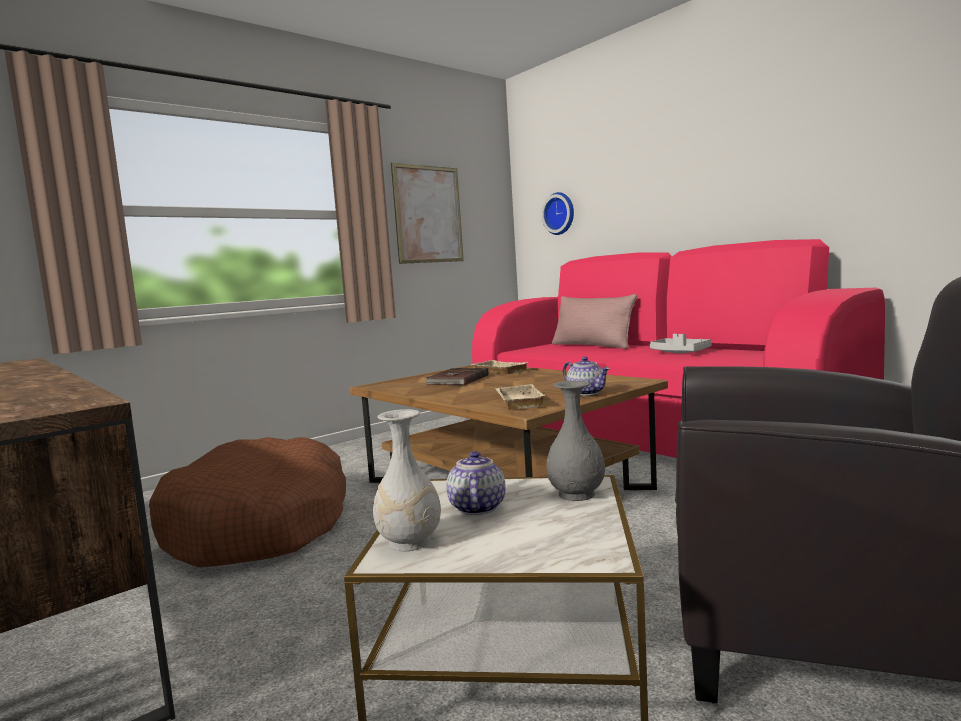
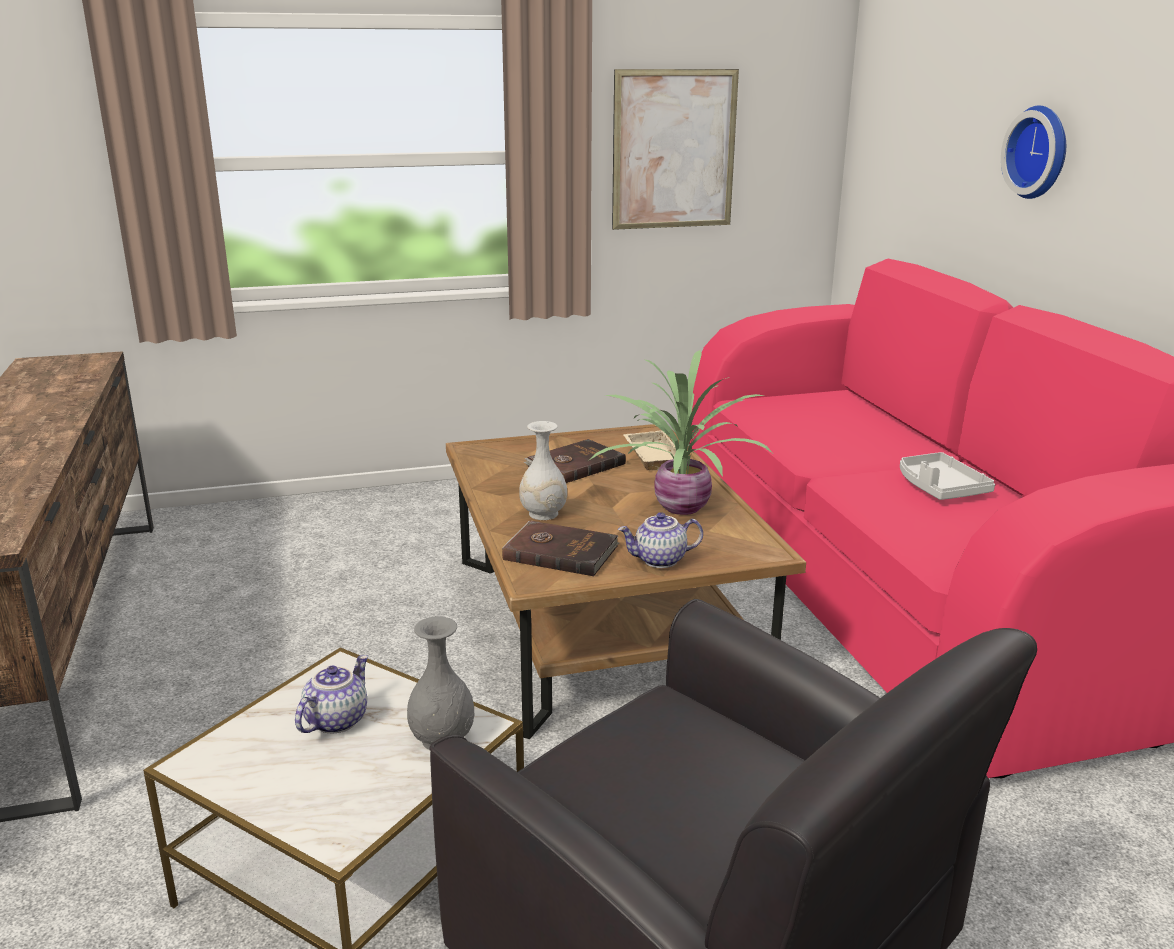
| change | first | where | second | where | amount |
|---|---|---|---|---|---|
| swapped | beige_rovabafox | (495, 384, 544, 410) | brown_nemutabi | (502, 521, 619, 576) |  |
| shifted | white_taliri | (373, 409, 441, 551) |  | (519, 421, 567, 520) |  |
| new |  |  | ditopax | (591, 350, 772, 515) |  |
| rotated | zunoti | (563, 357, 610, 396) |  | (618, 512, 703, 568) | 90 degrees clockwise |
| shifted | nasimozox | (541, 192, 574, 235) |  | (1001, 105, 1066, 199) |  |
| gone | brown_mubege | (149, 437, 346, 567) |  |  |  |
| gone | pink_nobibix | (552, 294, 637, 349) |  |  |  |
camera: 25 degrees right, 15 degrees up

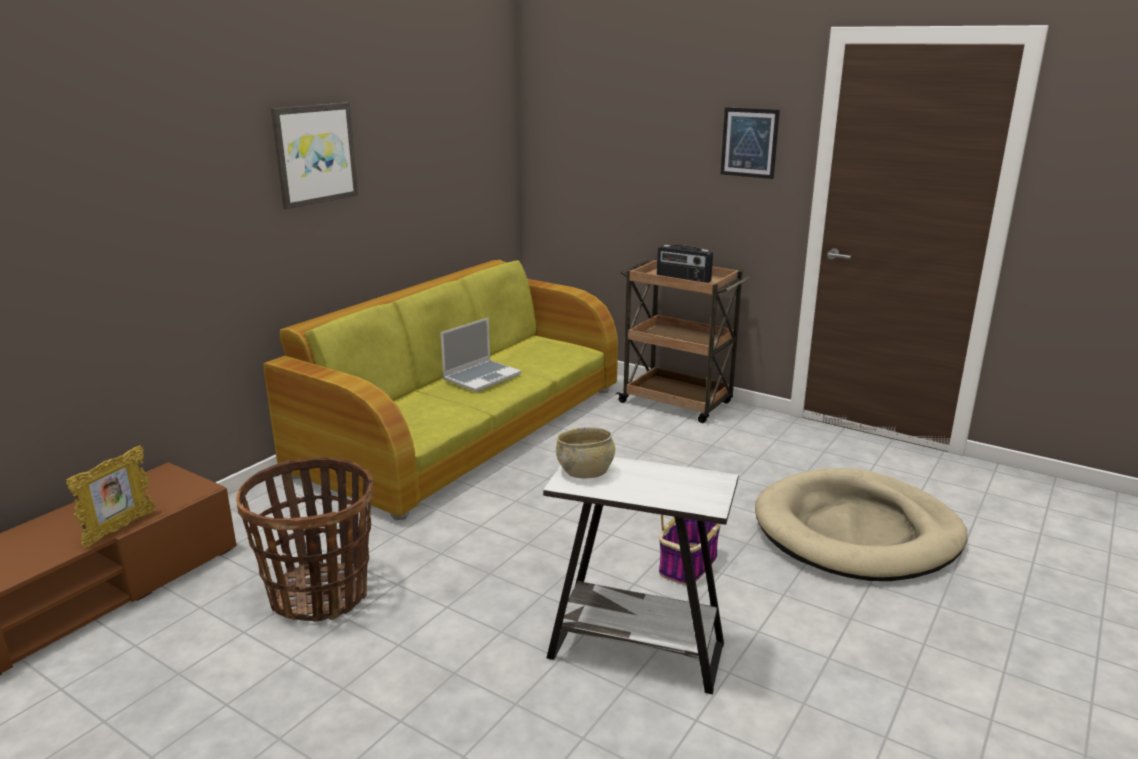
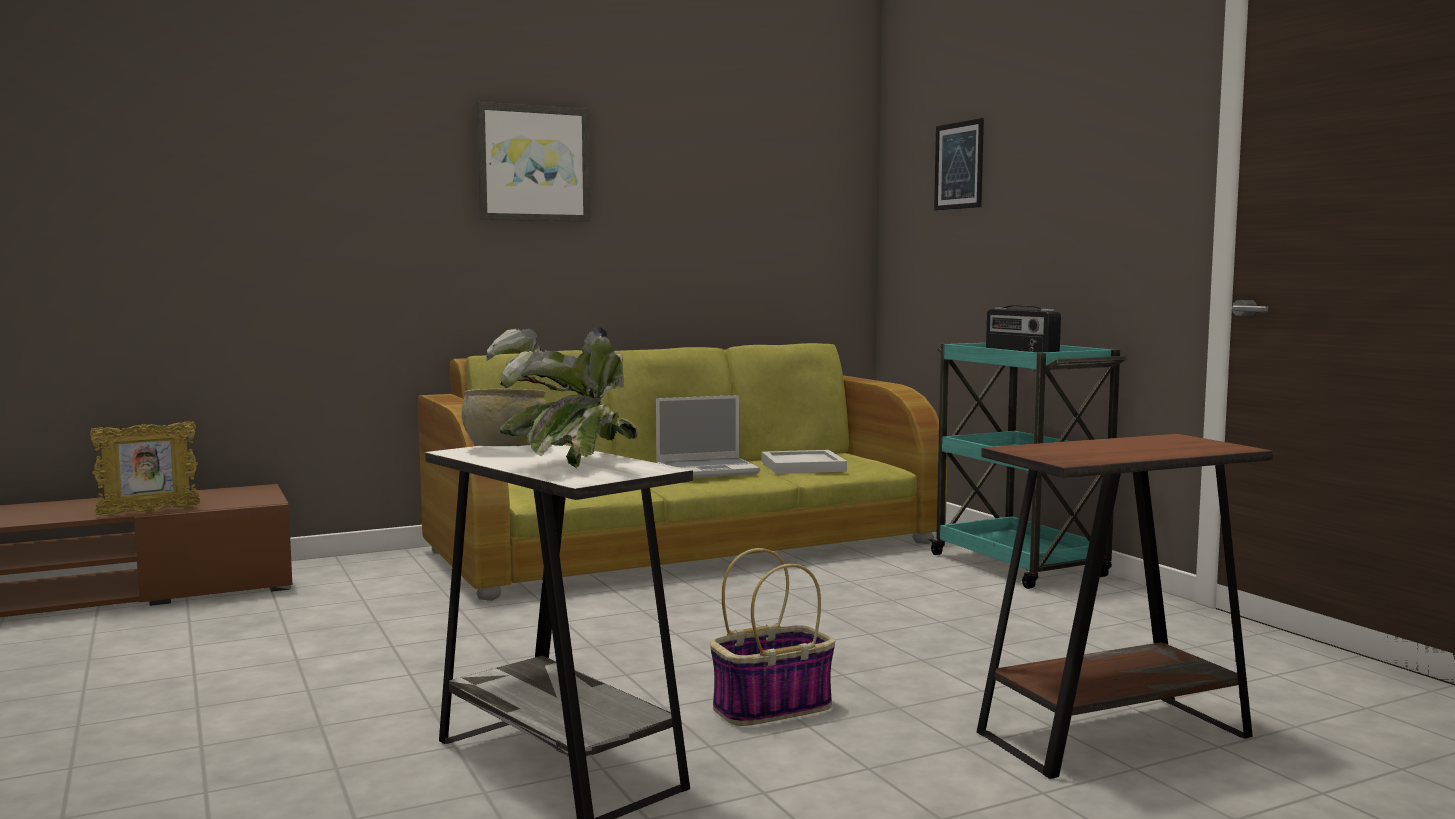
| change | first | where | second | where | amount |
|---|---|---|---|---|---|
| new |  |  | ditopax | (486, 327, 637, 468) |  |
| new |  |  | white_rovabafox | (761, 450, 847, 474) |  |
| repainted | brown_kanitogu | (616, 258, 750, 423) | turquoise_kanitogu | (928, 343, 1127, 589) |  |
| shifted | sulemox | (720, 107, 780, 179) |  | (934, 118, 984, 210) |  |
| swapped | beige_mubege | (755, 468, 968, 581) | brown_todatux | (977, 434, 1273, 779) |  |
| gone | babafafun | (236, 457, 374, 622) |  |  |  |
camera: 30 degrees right, 15 degrees down

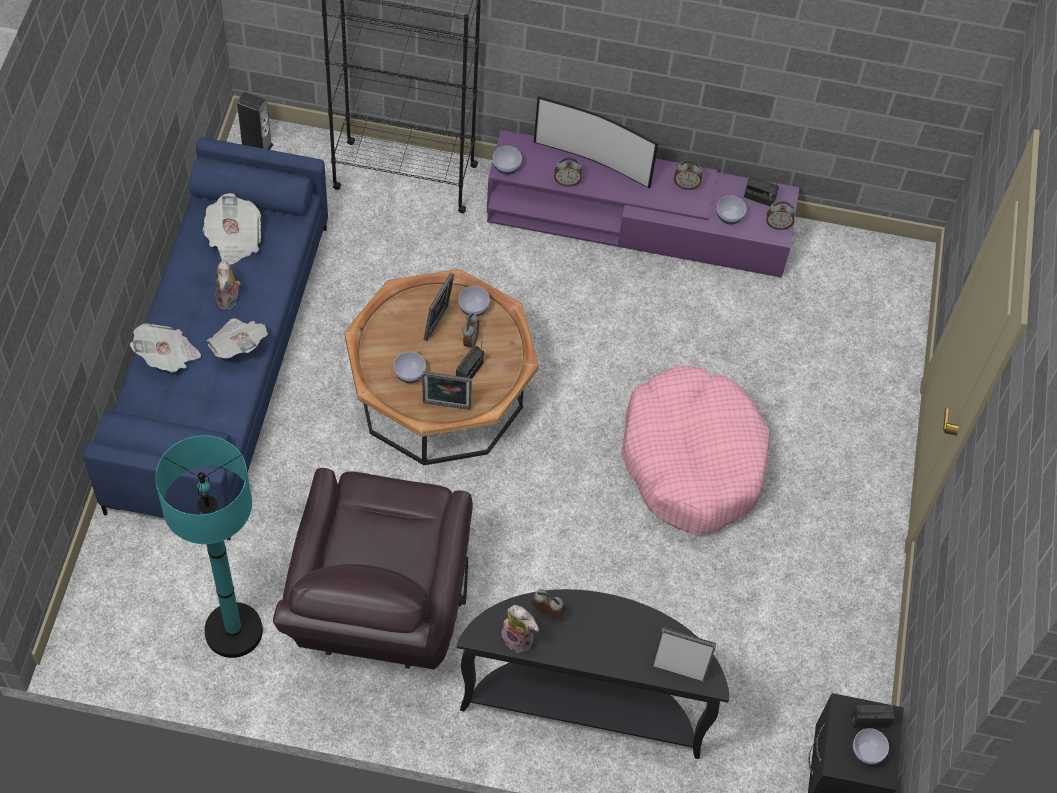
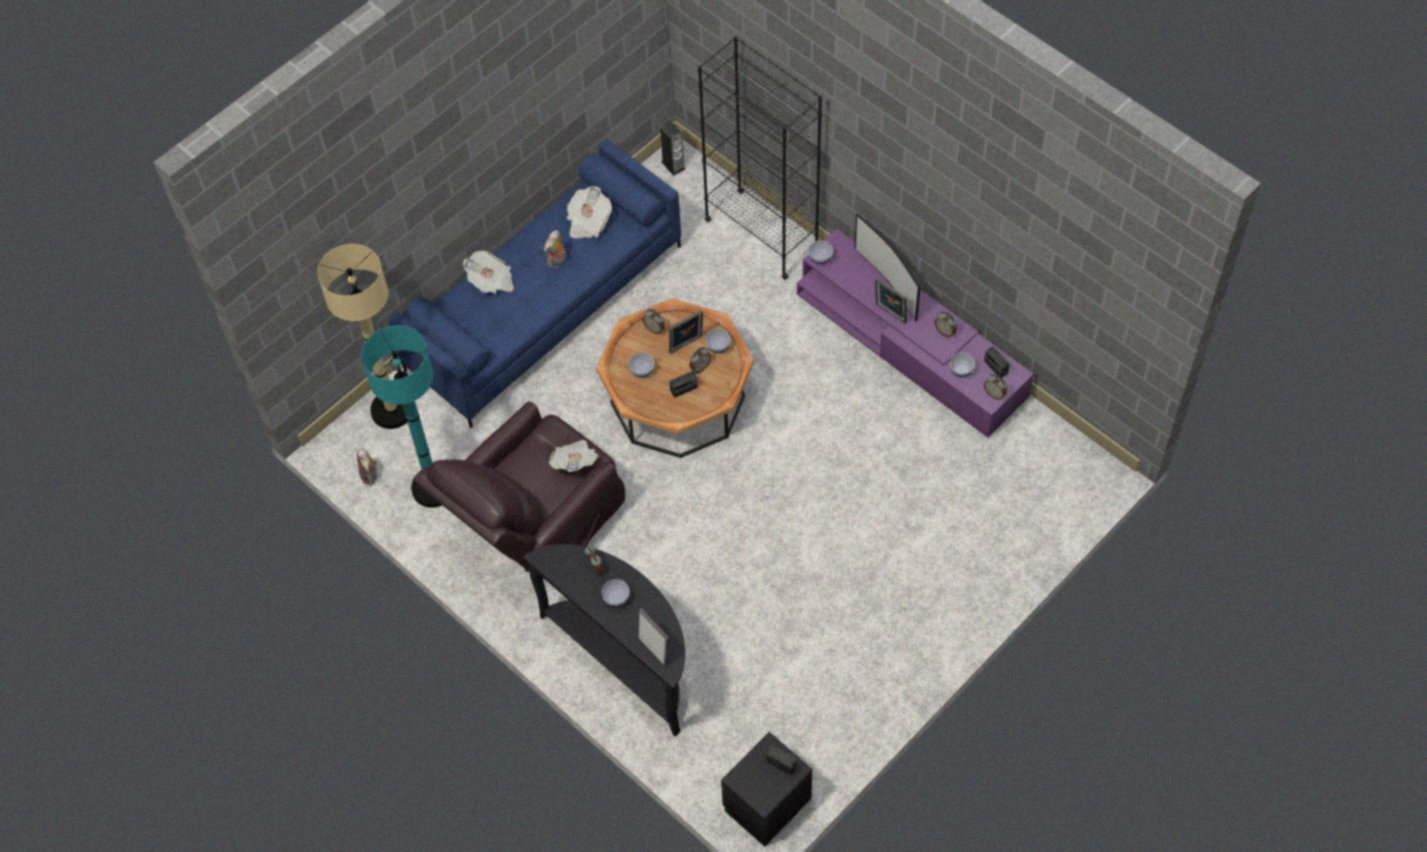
| change | first | where | second | where | amount |
|---|---|---|---|---|---|
| new |  |  | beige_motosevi | (317, 244, 407, 429) |  |
| shifted | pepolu | (501, 605, 539, 653) |  | (357, 448, 377, 485) |  |
| shifted | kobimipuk | (207, 318, 268, 358) |  | (549, 440, 599, 472) |  |
| shifted | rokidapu | (853, 728, 889, 765) |  | (602, 579, 629, 607) |  |
| shifted | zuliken | (554, 158, 582, 187) |  | (643, 309, 665, 334) |  |
| shifted | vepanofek | (422, 371, 472, 410) |  | (875, 278, 907, 324) |  |
| gone | pink_mubege | (621, 365, 770, 534) |  |  |  |
camera: 40 degrees right, 0 degrees up

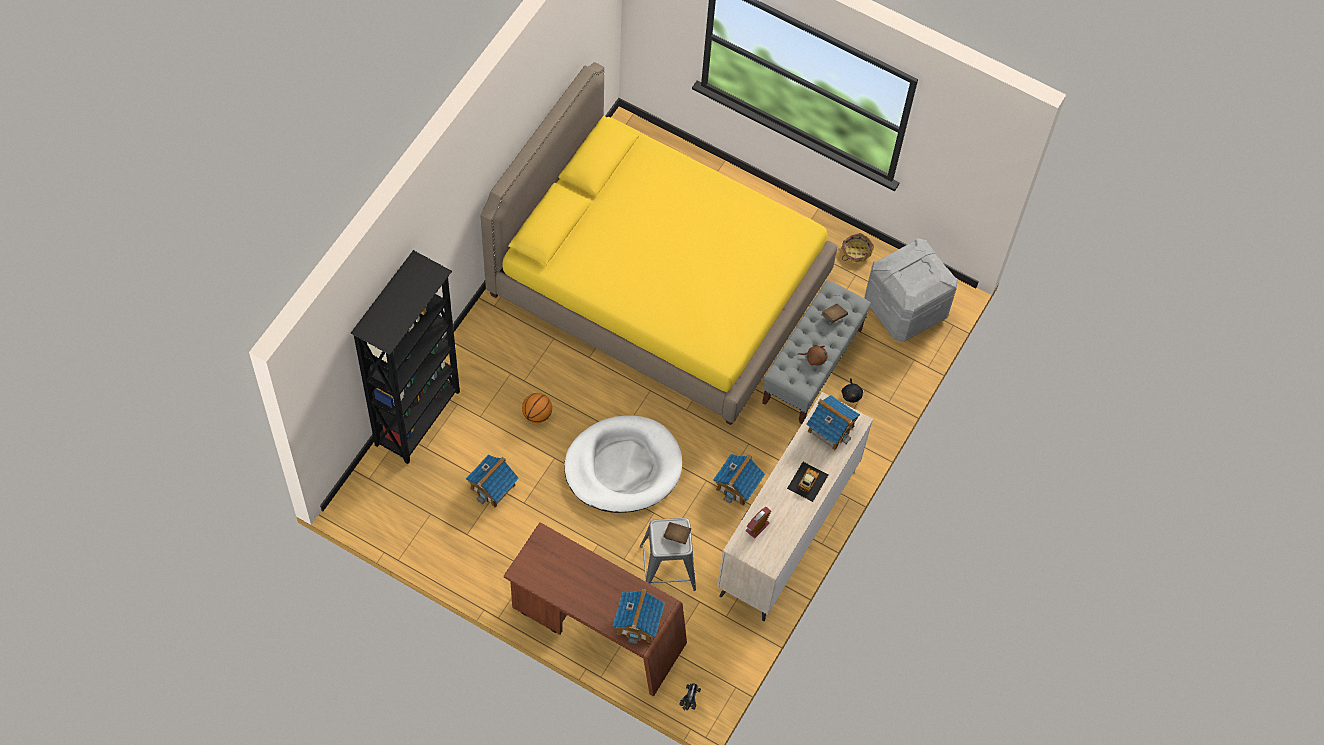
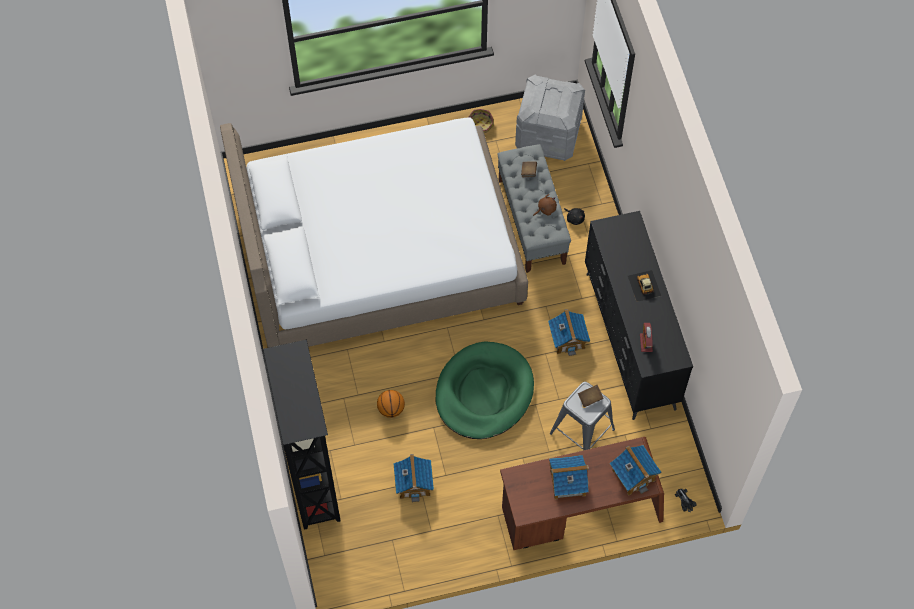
| change | first | where | second | where | amount |
|---|---|---|---|---|---|
| repainted | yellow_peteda | (480, 62, 837, 425) | white_peteda | (220, 118, 528, 348) |  |
| repainted | white_mubege | (564, 416, 682, 513) | green_mubege | (436, 341, 534, 439) |  |
| shifted | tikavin | (806, 395, 860, 450) |  | (549, 455, 589, 499) |  |
| repainted | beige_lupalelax | (717, 392, 873, 621) | black_lupalelax | (585, 211, 693, 420) |  |
camera: 40 degrees left, 0 degrees up

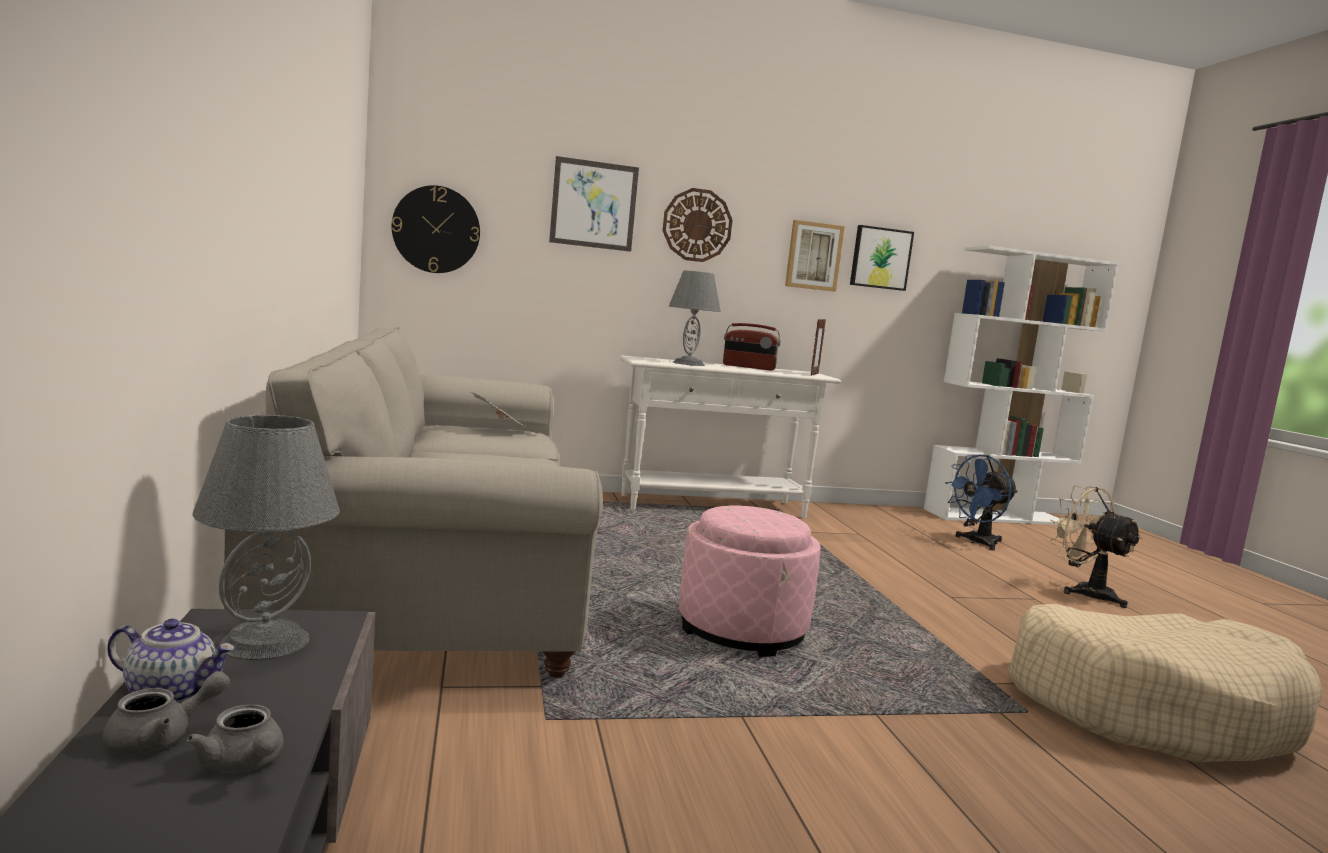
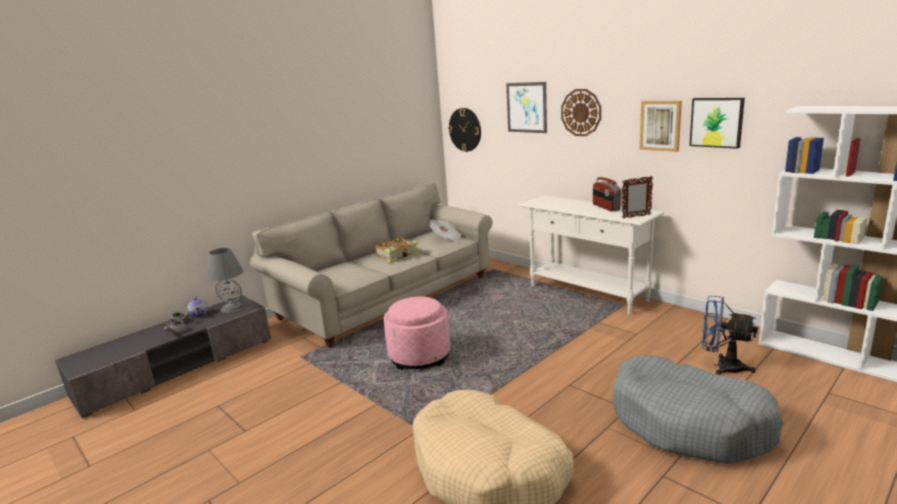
| change | first | where | second | where | amount |
|---|---|---|---|---|---|
| new |  |  | nemutabi | (375, 238, 419, 262) |  |
| swapped | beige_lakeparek | (1050, 485, 1142, 608) | grey_mubege | (613, 355, 784, 464) |  |
| gone | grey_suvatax | (669, 270, 721, 366) |  |  |  |
camera: 60 degrees right, 10 degrees up

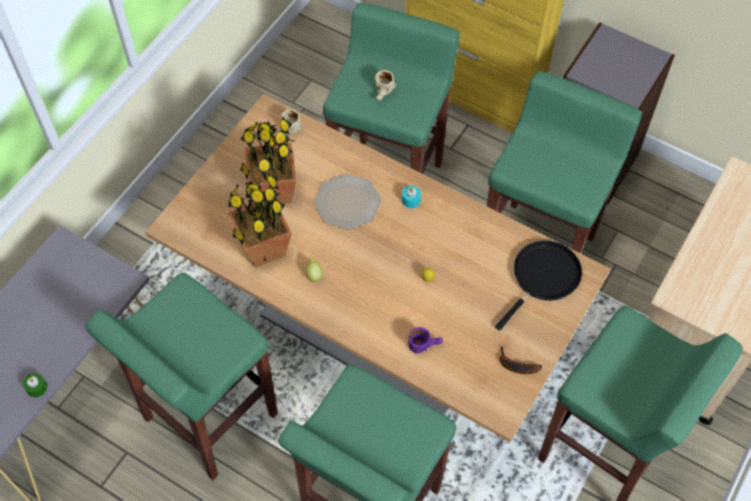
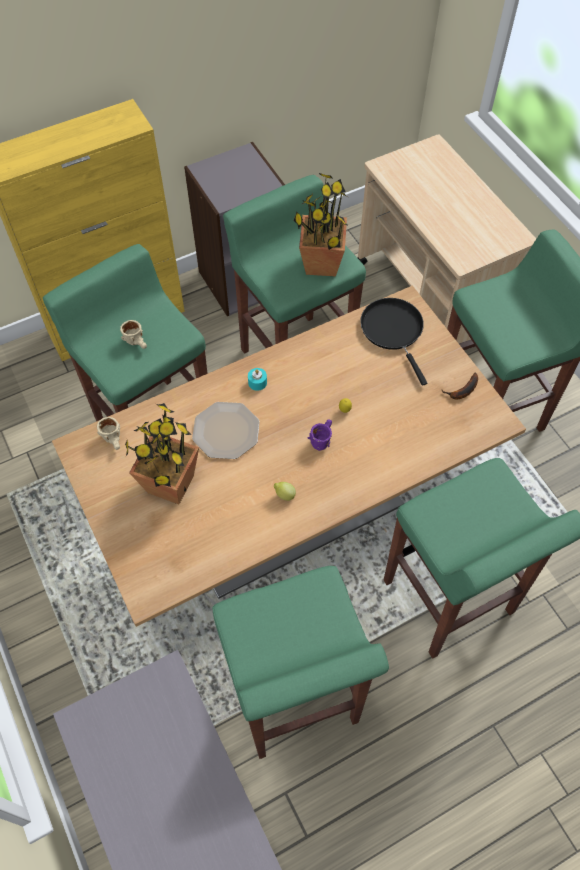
| change | first | where | second | where | amount |
|---|---|---|---|---|---|
| shifted | ditopax | (228, 173, 292, 268) |  | (293, 173, 349, 276) |  |
| shifted | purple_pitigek | (408, 327, 443, 354) |  | (308, 419, 332, 451) |  |
| gone | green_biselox | (23, 373, 47, 397) |  |  |  |
camera: 60 degrees left, 0 degrees up

